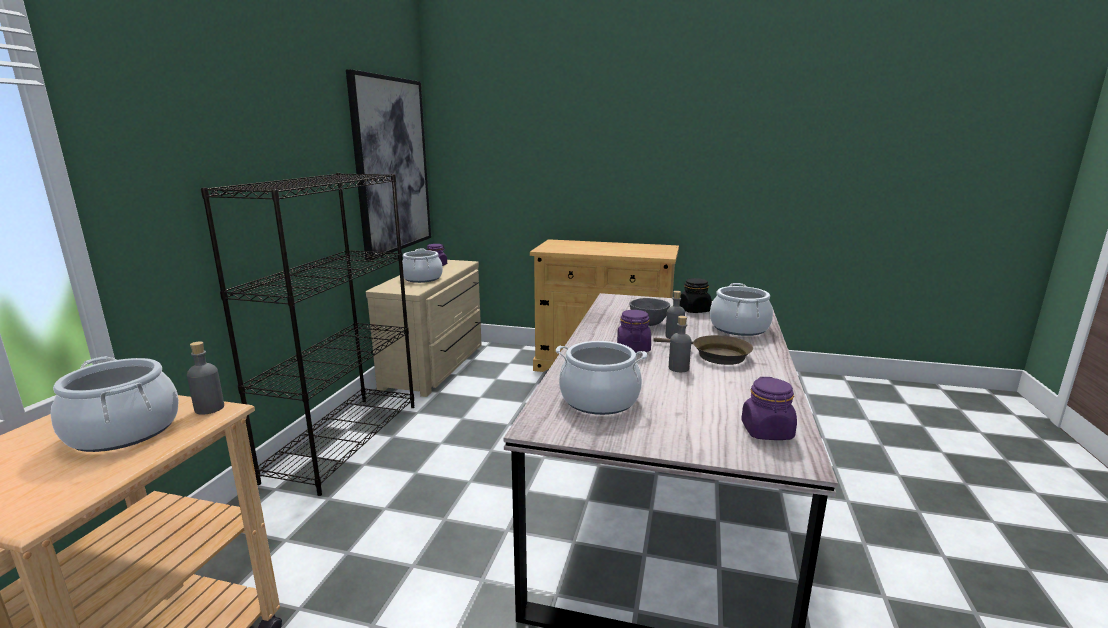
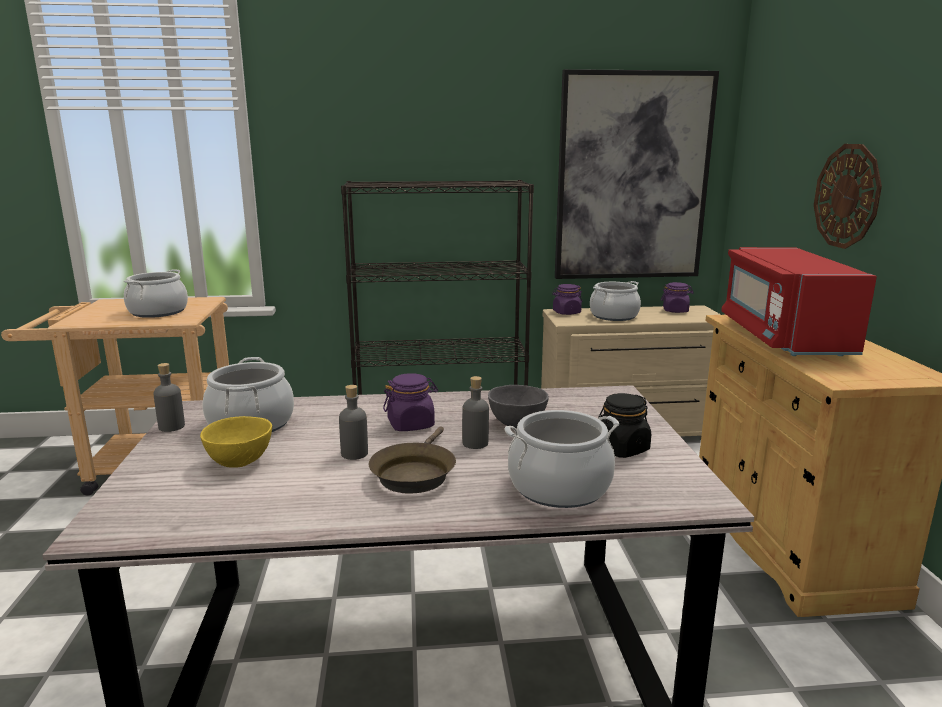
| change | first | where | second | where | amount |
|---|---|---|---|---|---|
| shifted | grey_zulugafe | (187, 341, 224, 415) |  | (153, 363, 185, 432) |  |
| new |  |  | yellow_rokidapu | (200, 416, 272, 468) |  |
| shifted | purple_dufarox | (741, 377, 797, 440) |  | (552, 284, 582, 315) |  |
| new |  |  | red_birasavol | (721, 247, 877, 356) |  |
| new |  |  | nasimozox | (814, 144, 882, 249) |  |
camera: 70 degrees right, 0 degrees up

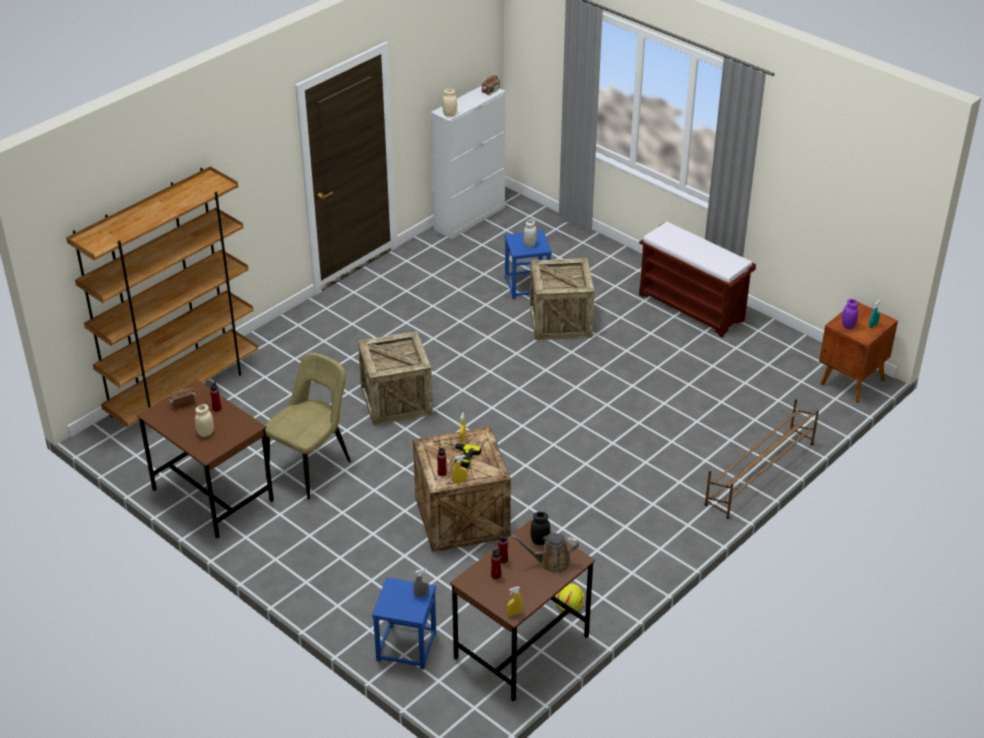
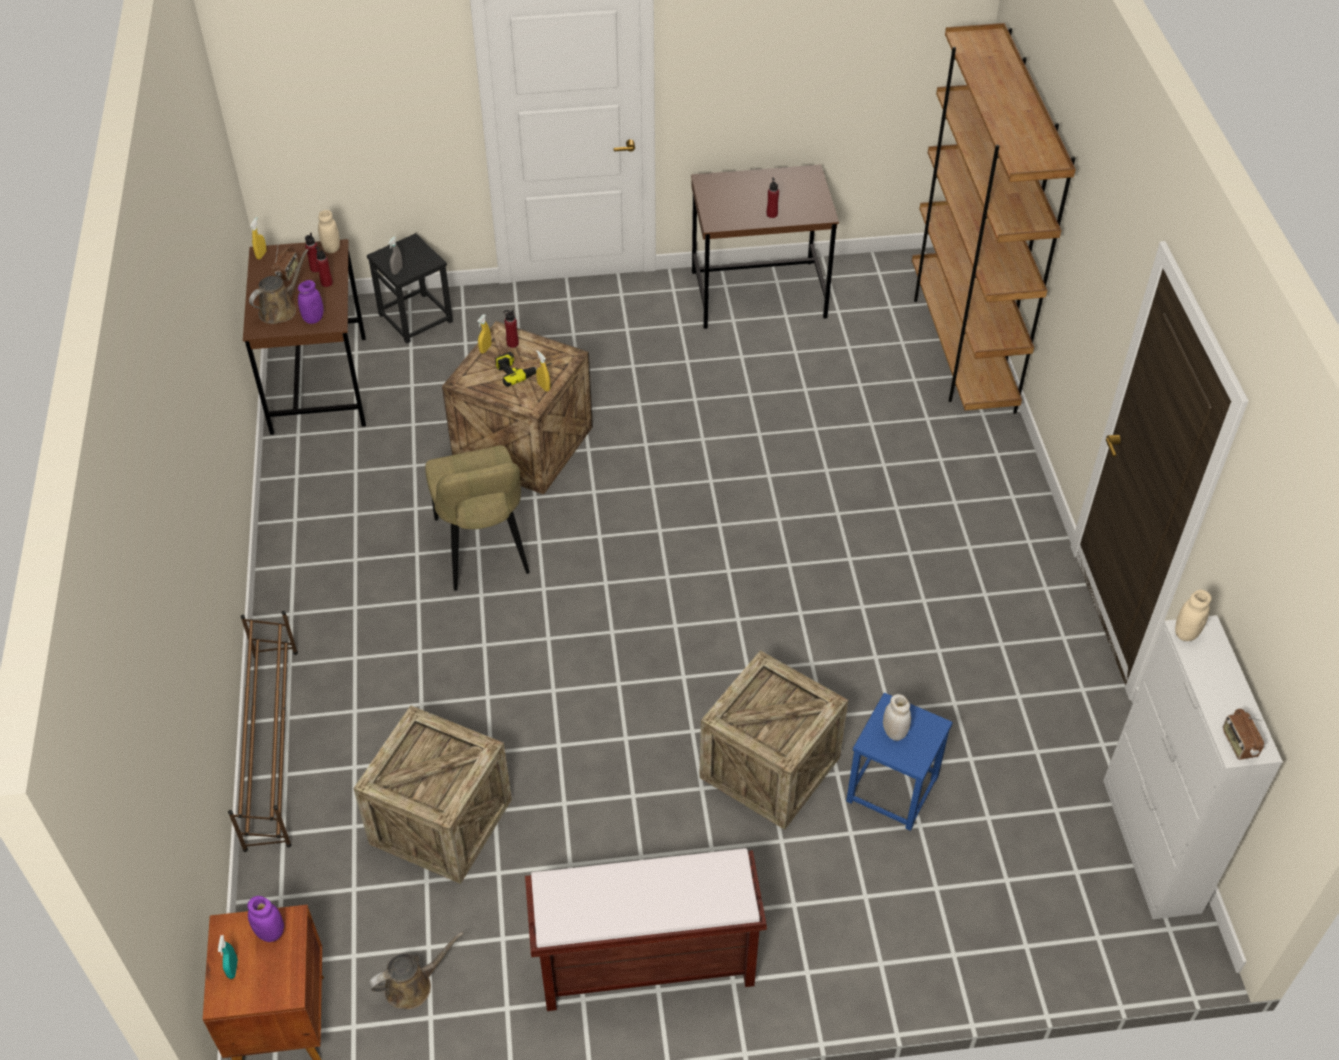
| change | first | where | second | where | amount |
|---|---|---|---|---|---|
| shifted | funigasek | (169, 387, 196, 410) |  | (272, 242, 299, 281) |  |
| repainted | black_dufarox | (530, 512, 550, 545) | purple_dufarox | (298, 280, 324, 324) |  |
| shifted | beige_dufarox | (195, 404, 214, 437) |  | (318, 210, 340, 253) |  |
| shifted | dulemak | (358, 331, 433, 425) |  | (353, 705, 512, 884) |  |
| repainted | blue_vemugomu | (372, 577, 436, 670) | black_vemugomu | (367, 233, 453, 343) |  |
| new |  |  | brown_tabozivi | (369, 932, 463, 1009) |  |
| shifted | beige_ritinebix | (265, 352, 351, 499) |  | (425, 445, 530, 591) |  |
| gone | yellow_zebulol | (556, 584, 584, 611) |  |  |  |
camera: 130 degrees right, 10 degrees up

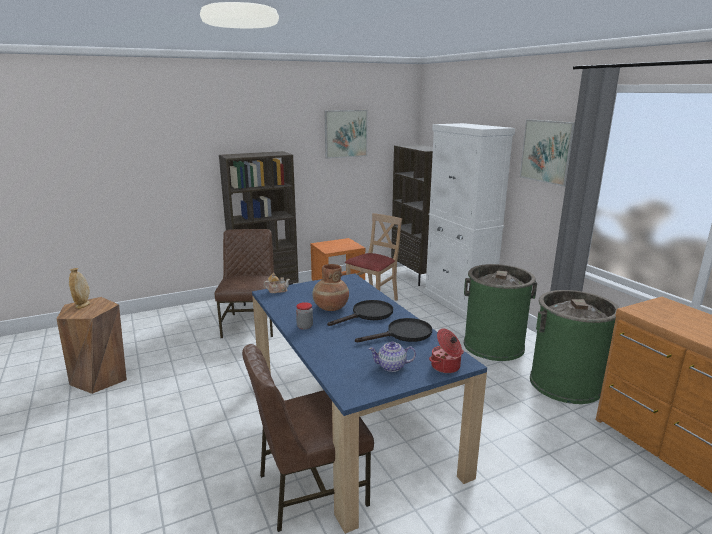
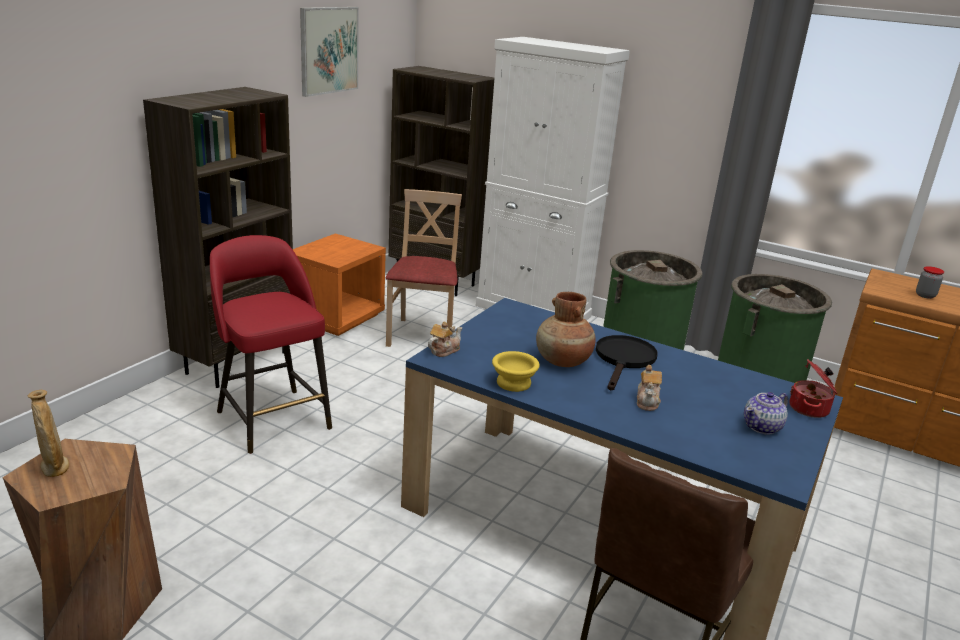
| change | first | where | second | where | amount |
|---|---|---|---|---|---|
| swapped | brown_ritinebix | (215, 229, 274, 338) | red_vemugomu | (210, 235, 332, 454) |  |
| new |  |  | yellow_rokidapu | (492, 351, 540, 392) |  |
| new |  |  | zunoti | (637, 365, 662, 411) |  |
| shifted | dufarox | (296, 302, 313, 330) |  | (916, 266, 944, 299) |  |
| gone | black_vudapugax | (355, 318, 432, 342) |  |  |  |
| gone | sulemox | (520, 119, 575, 186) |  |  |  |
camera: 35 degrees left, 5 degrees up

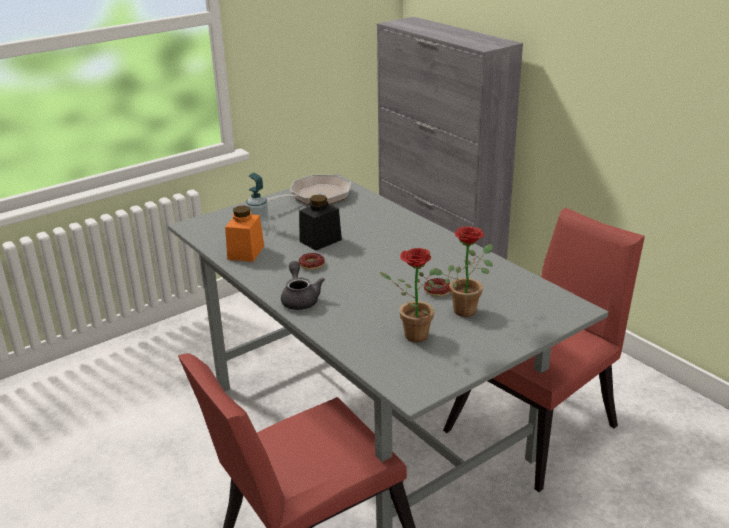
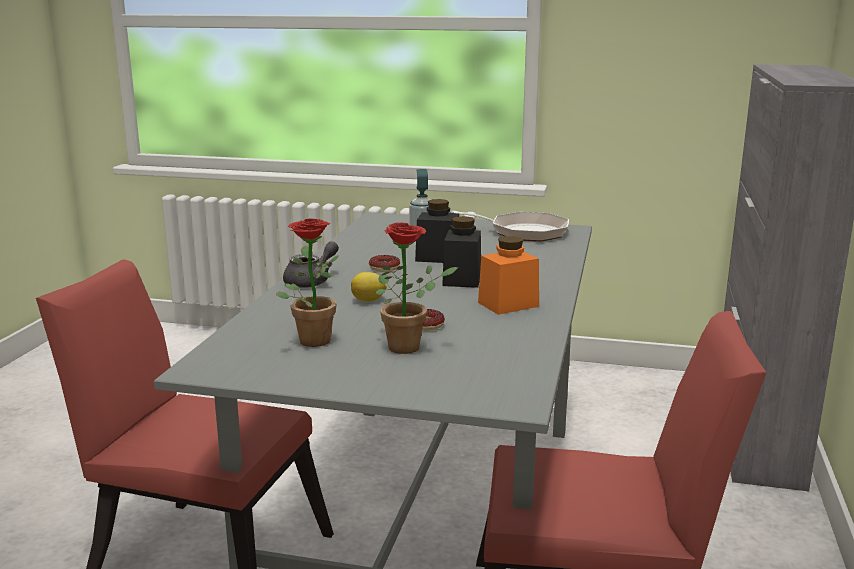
| change | first | where | second | where | amount |
|---|---|---|---|---|---|
| new |  |  | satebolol | (351, 272, 387, 302) |  |
| new |  |  | black_dufarox | (442, 216, 481, 288) |  |
| shifted | orange_dufarox | (225, 205, 264, 262) |  | (478, 236, 539, 315) |  |
camera: 50 degrees right, 10 degrees down

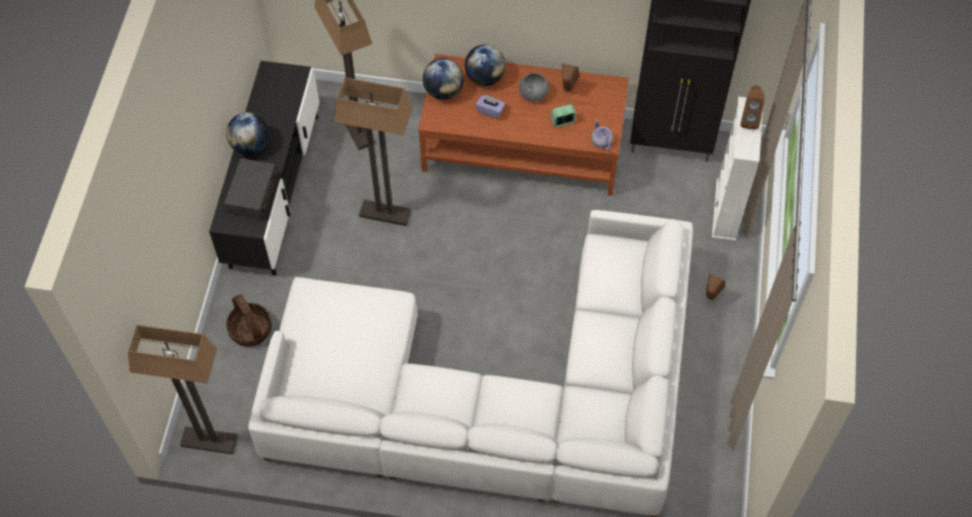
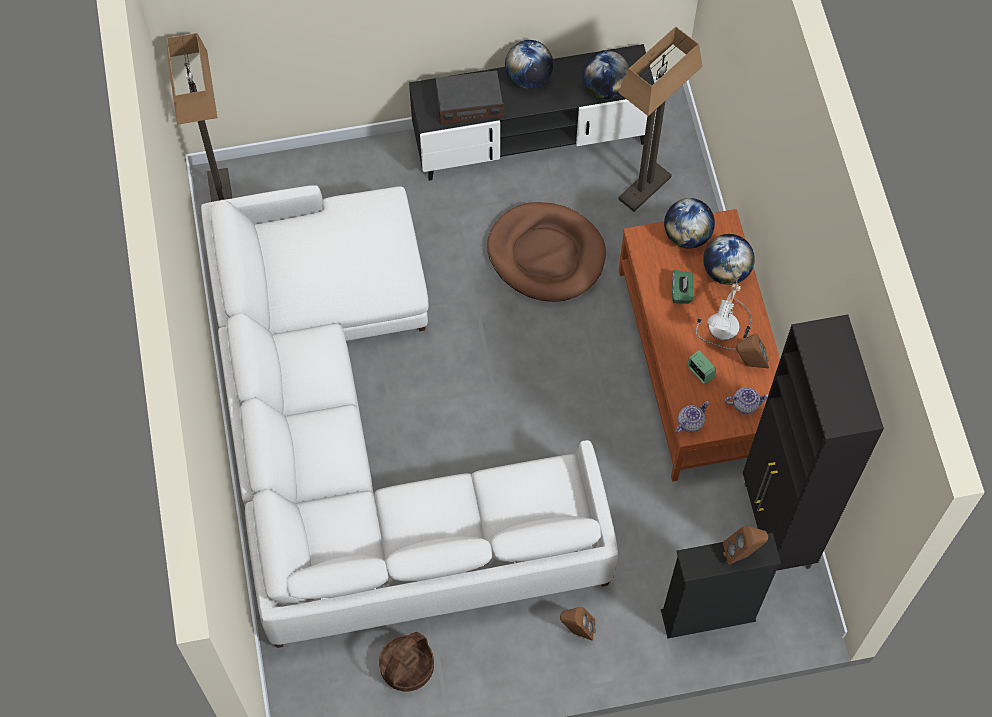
| change | first | where | second | where | amount |
|---|---|---|---|---|---|
| shifted | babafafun | (226, 294, 272, 347) |  | (379, 632, 434, 692) |  |
| swapped | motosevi | (334, 77, 413, 226) | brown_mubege | (487, 202, 606, 302) |  |
| new |  |  | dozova | (582, 50, 630, 99) |  |
| repainted | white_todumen | (712, 97, 763, 241) | black_todumen | (661, 533, 781, 638) |  |
| repainted | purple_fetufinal | (476, 95, 505, 119) | green_fetufinal | (672, 270, 694, 304) |  |
| swapped | grey_rokidapu | (519, 73, 549, 102) | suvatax | (696, 280, 752, 350) |  |
| new |  |  | zunoti | (725, 387, 769, 414) |  |
camera: 70 degrees right, 5 degrees up

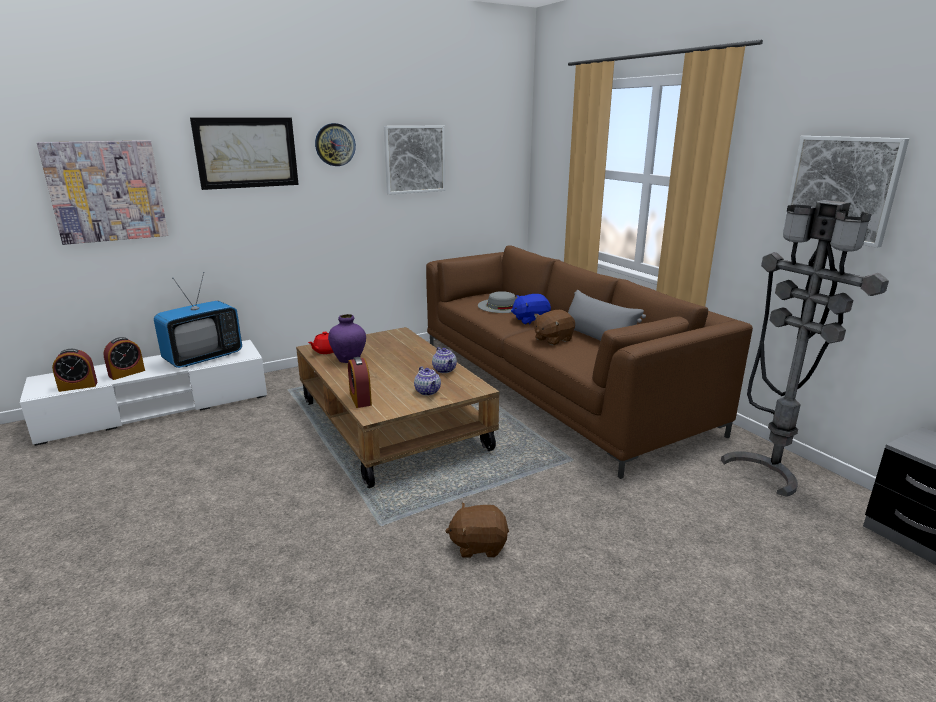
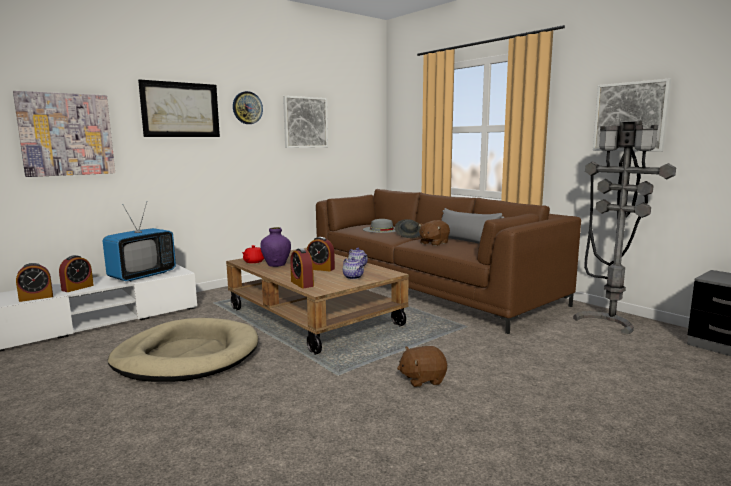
| change | first | where | second | where | amount |
|---|---|---|---|---|---|
| new |  |  | beige_mubege | (107, 318, 258, 382) |  |
| new |  |  | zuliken | (307, 237, 335, 271) |  |
| swapped | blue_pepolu | (511, 294, 551, 325) | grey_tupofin | (395, 219, 420, 238) |  |
camera: 10 degrees left, 10 degrees down

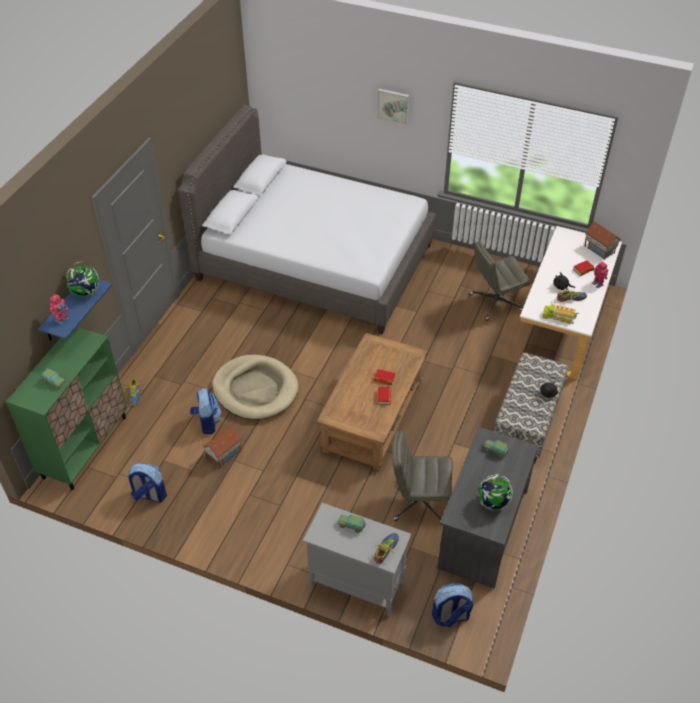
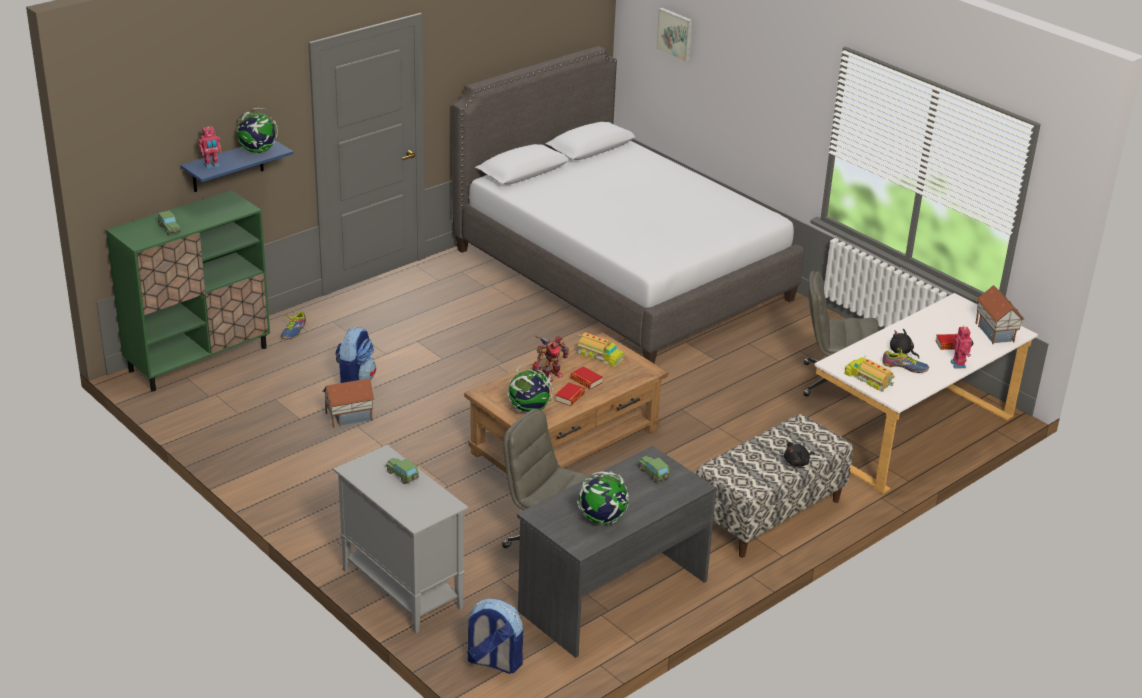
| change | first | where | second | where | amount |
|---|---|---|---|---|---|
| new |  |  | dozova | (507, 365, 553, 413) |  |
| new |  |  | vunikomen | (532, 335, 569, 382) |  |
| new |  |  | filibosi | (577, 332, 624, 367) |  |
| shifted | sulemox | (377, 88, 410, 125) |  | (656, 8, 693, 62) |  |
| gone | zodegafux | (127, 463, 167, 503) |  |  |  |
| gone | beige_mubege | (212, 355, 299, 420) |  |  |  |
| gone | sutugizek | (374, 533, 399, 564) |  |  |  |
camera: 25 degrees right, 15 degrees down

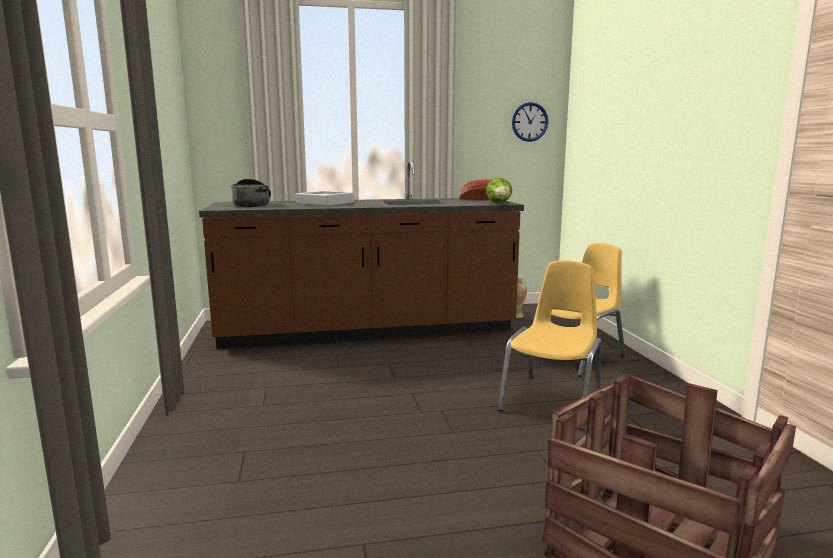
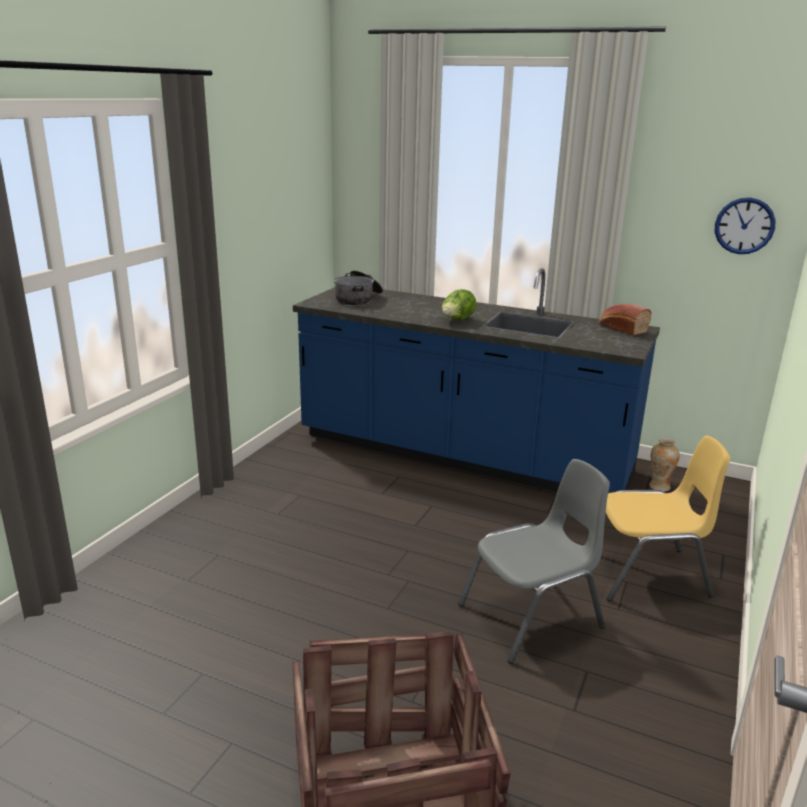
| change | first | where | second | where | amount |
|---|---|---|---|---|---|
| repainted | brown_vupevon | (199, 160, 524, 349) | blue_vupevon | (293, 268, 660, 493) |  |
| shifted | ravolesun | (486, 178, 512, 203) |  | (442, 289, 477, 320) |  |
| repainted | yellow_ritinebix | (497, 260, 602, 430) | grey_ritinebix | (458, 459, 610, 664) |  |
| gone | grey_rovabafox | (296, 191, 354, 206) |  |  |  |
camera: 35 degrees right, 10 degrees up

